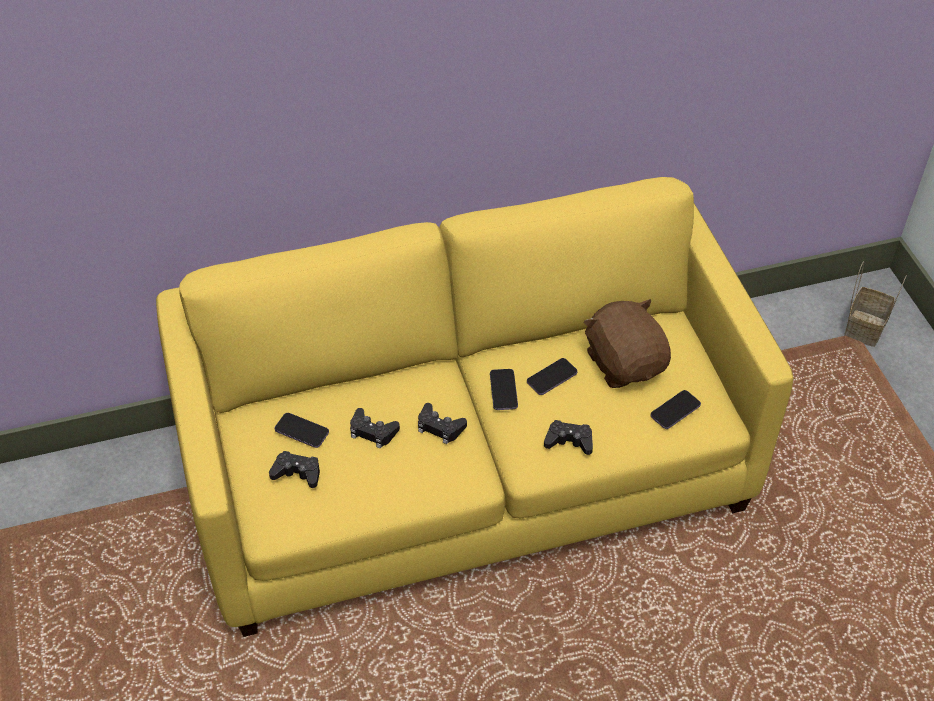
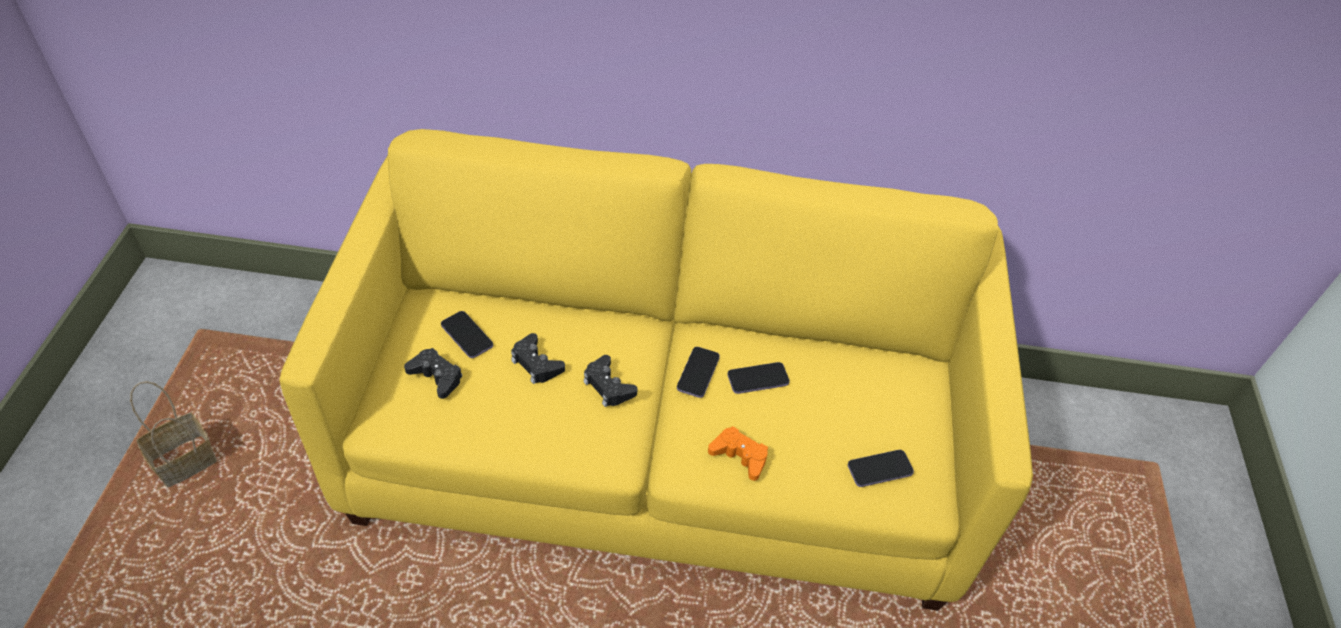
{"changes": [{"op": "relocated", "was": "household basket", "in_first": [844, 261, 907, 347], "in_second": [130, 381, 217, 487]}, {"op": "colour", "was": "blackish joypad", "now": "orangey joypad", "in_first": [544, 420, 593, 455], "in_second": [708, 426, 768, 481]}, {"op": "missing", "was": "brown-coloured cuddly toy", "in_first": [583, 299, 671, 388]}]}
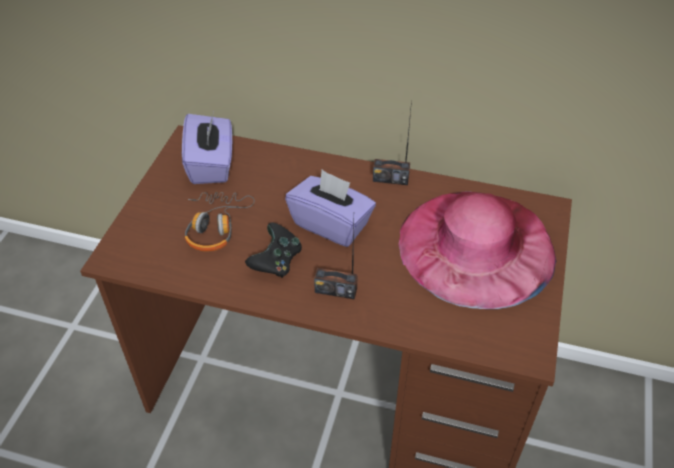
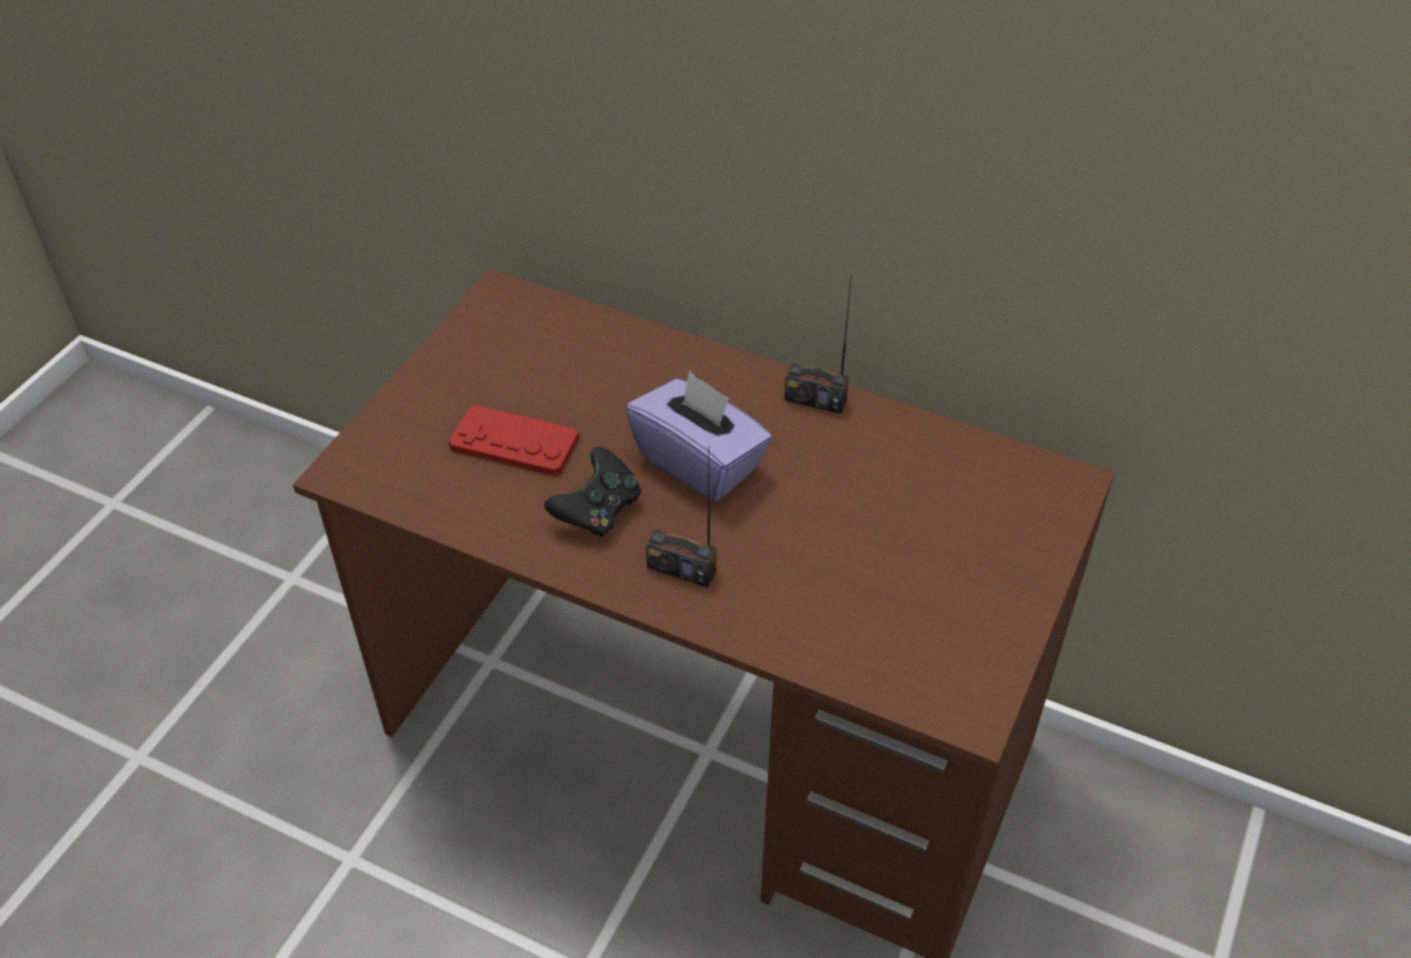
{"changes": [{"op": "exchanged", "was": "headset", "now": "red joypad", "in_first": [185, 192, 255, 251], "in_second": [449, 405, 579, 476]}, {"op": "missing", "was": "purple tissue holder", "in_first": [182, 112, 232, 184]}, {"op": "missing", "was": "pinkish clothing hat", "in_first": [398, 191, 556, 309]}]}
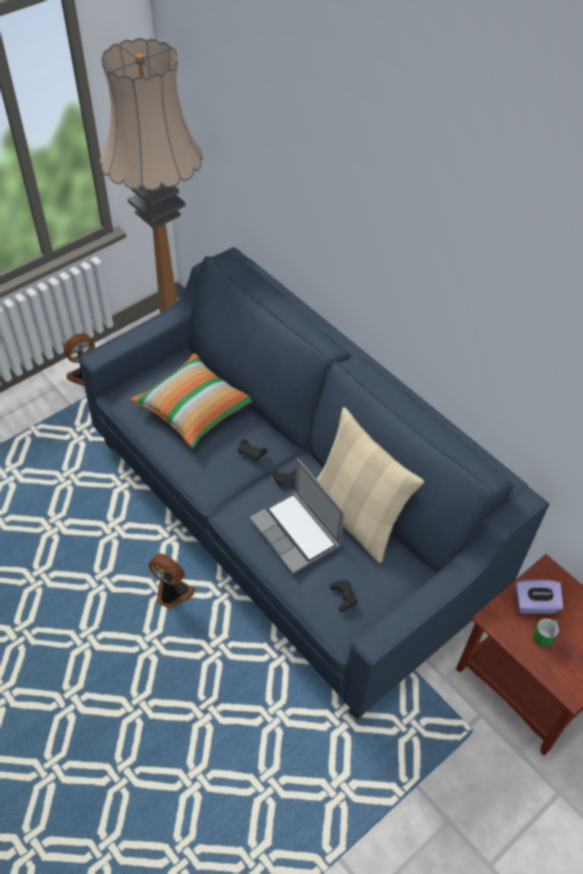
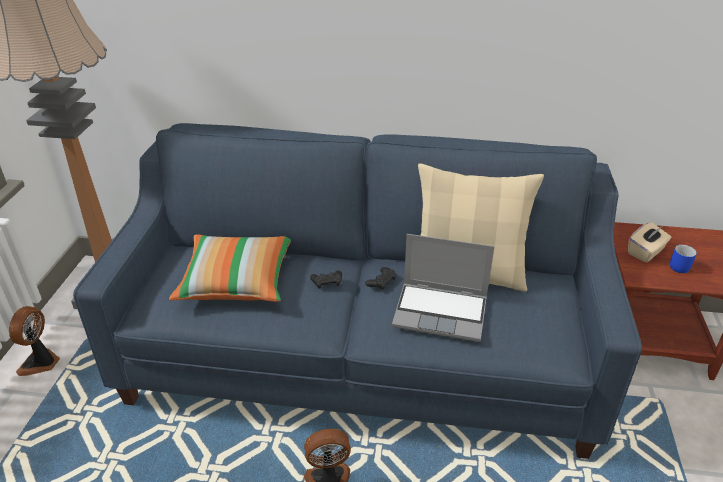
{"changes": [{"op": "colour", "was": "purple tissue holder", "now": "sand-coloured tissue holder", "in_first": [516, 580, 563, 614], "in_second": [628, 222, 671, 262]}, {"op": "colour", "was": "greenish mug", "now": "blue mug", "in_first": [533, 618, 559, 647], "in_second": [670, 245, 697, 273]}, {"op": "missing", "was": "blackish joypad", "in_first": [330, 580, 358, 612]}]}
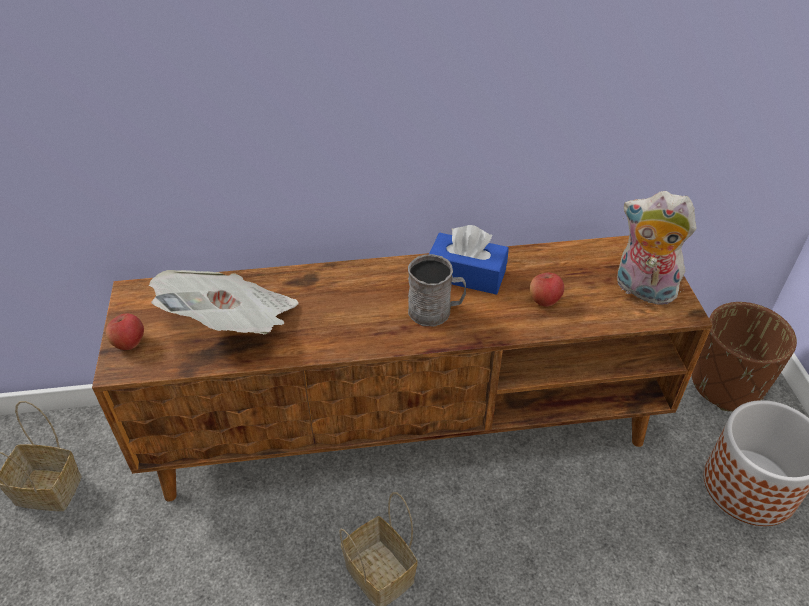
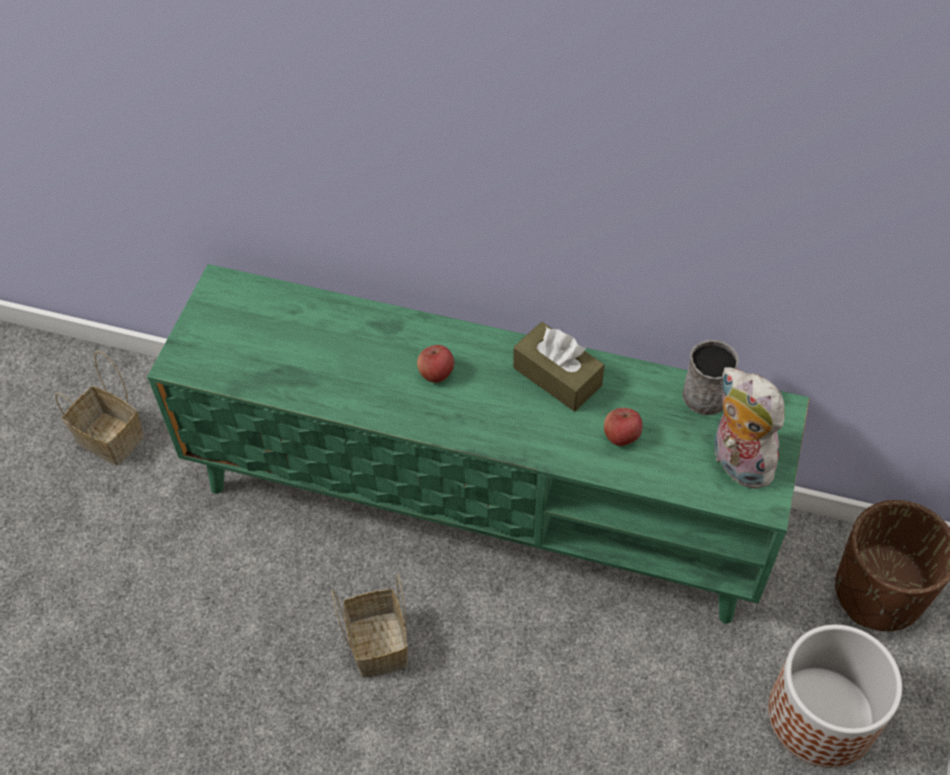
{"changes": [{"op": "colour", "was": "brown-coloured media console", "now": "greenish media console", "in_first": [92, 236, 713, 502], "in_second": [147, 264, 810, 624]}, {"op": "relocated", "was": "apple", "in_first": [106, 314, 144, 350], "in_second": [417, 345, 454, 383]}, {"op": "colour", "was": "blue tissue holder", "now": "brown-coloured tissue holder", "in_first": [429, 225, 509, 295], "in_second": [513, 322, 605, 411]}, {"op": "relocated", "was": "grey mug", "in_first": [408, 254, 466, 326], "in_second": [682, 340, 739, 415]}, {"op": "missing", "was": "newspaper", "in_first": [149, 270, 298, 335]}]}
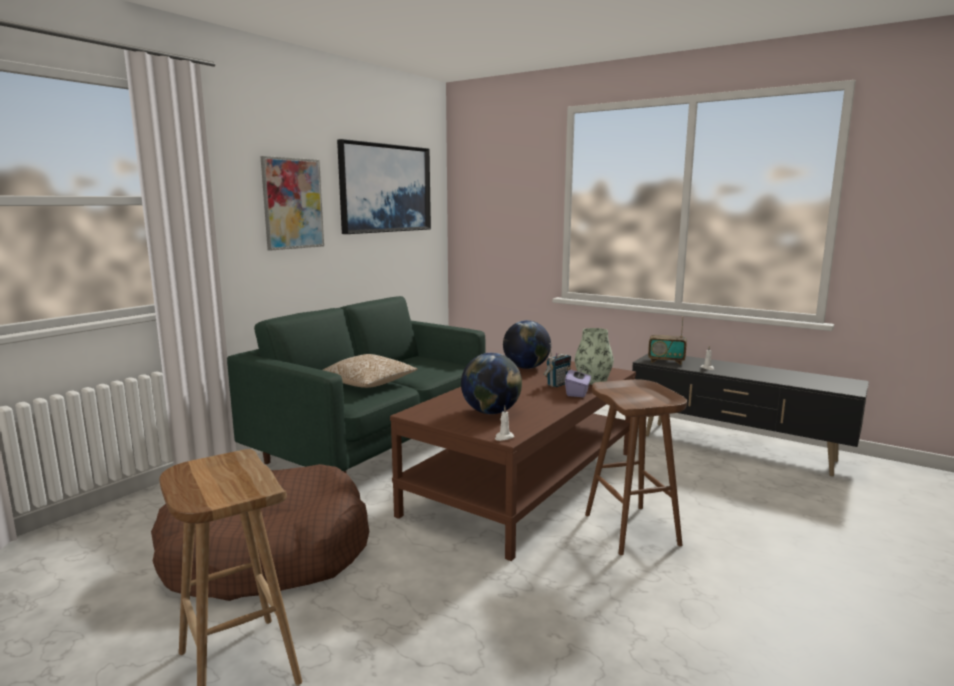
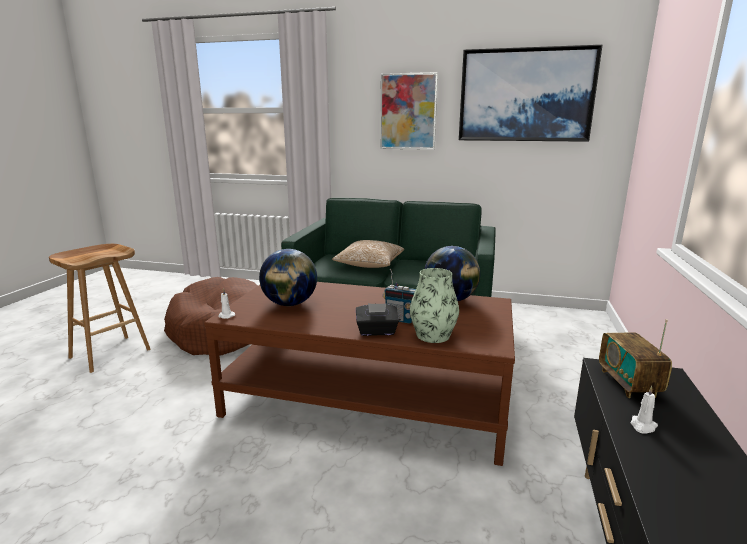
{"changes": [{"op": "colour", "was": "purple tissue holder", "now": "blackish tissue holder", "in_first": [565, 366, 591, 397], "in_second": [356, 303, 399, 336]}, {"op": "missing", "was": "brown-coloured stool", "in_first": [585, 379, 687, 555]}]}
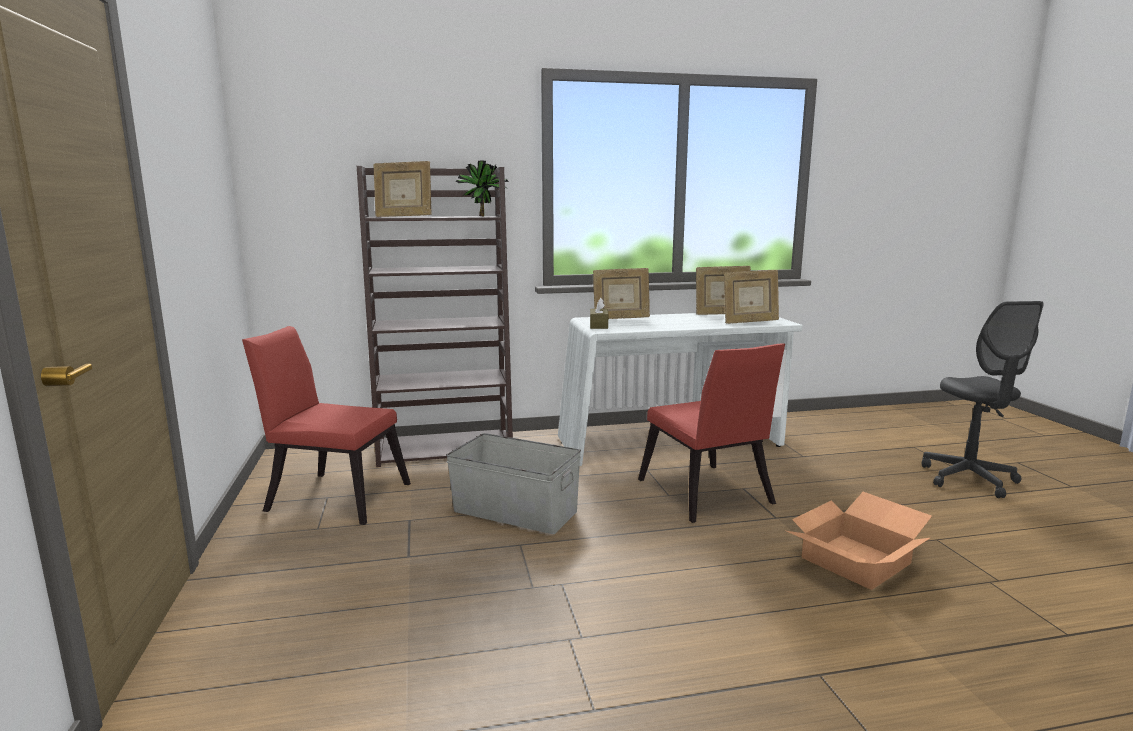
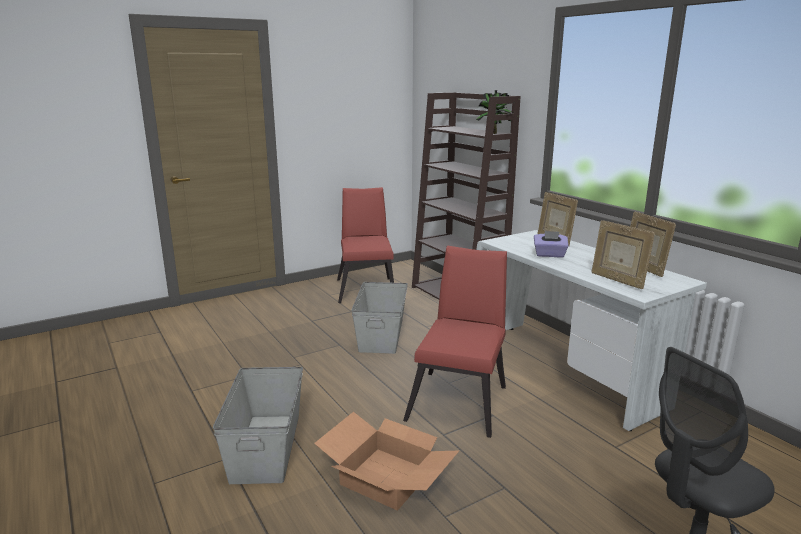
{"changes": [{"op": "appeared", "now": "grey storage box", "in_second": [213, 367, 303, 484]}, {"op": "spun", "was": "red chair", "in_first": [638, 343, 785, 523], "in_second": [403, 246, 507, 438], "clockwise": 150}, {"op": "appeared", "now": "purple tissue holder", "in_second": [534, 231, 569, 258]}, {"op": "missing", "was": "picture frame", "in_first": [373, 161, 432, 217]}, {"op": "missing", "was": "brown-coloured tissue holder", "in_first": [590, 298, 608, 329]}]}
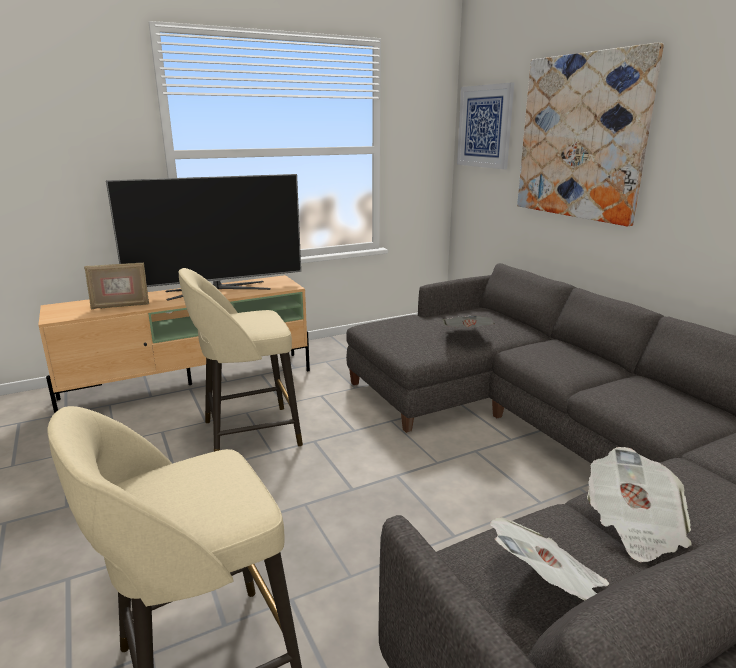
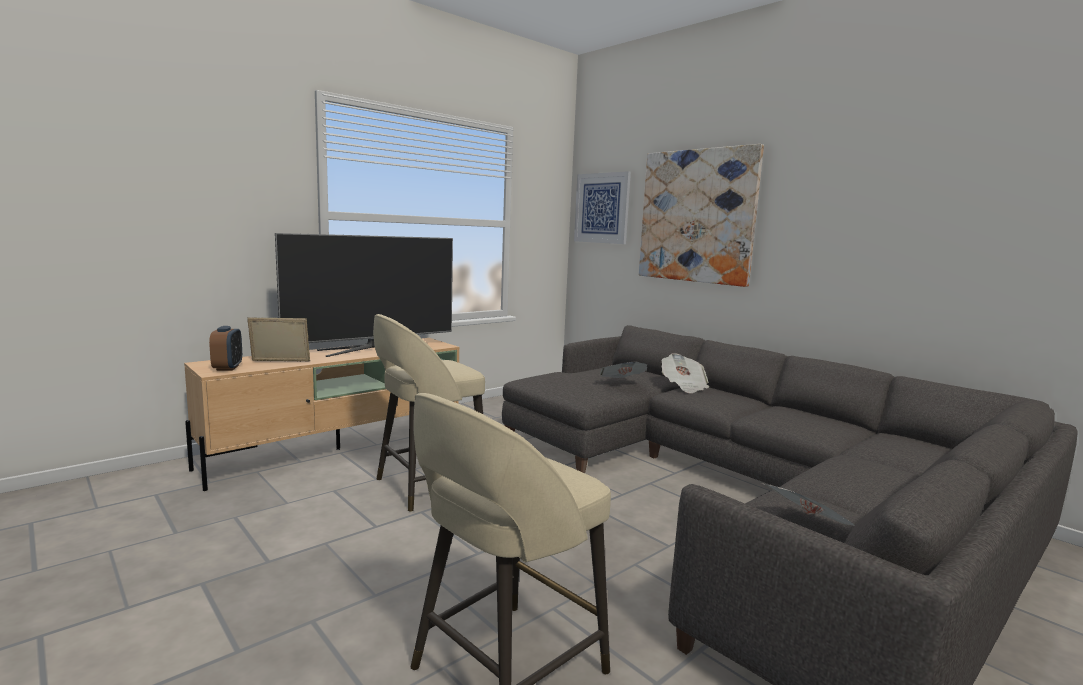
{"changes": [{"op": "appeared", "now": "alarm clock", "in_second": [209, 326, 242, 371]}, {"op": "spun", "was": "picture frame", "in_first": [84, 262, 149, 310], "in_second": [248, 317, 310, 362], "clockwise": -150}, {"op": "relocated", "was": "newspaper", "in_first": [587, 447, 691, 562], "in_second": [661, 353, 709, 393]}]}
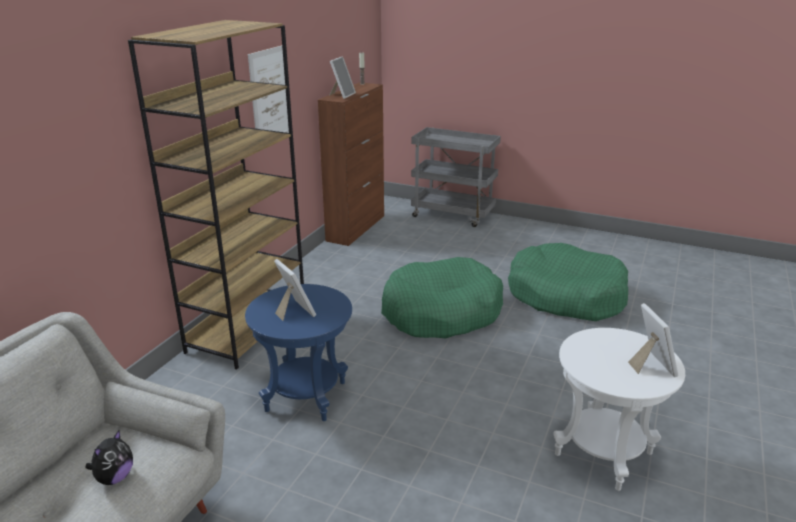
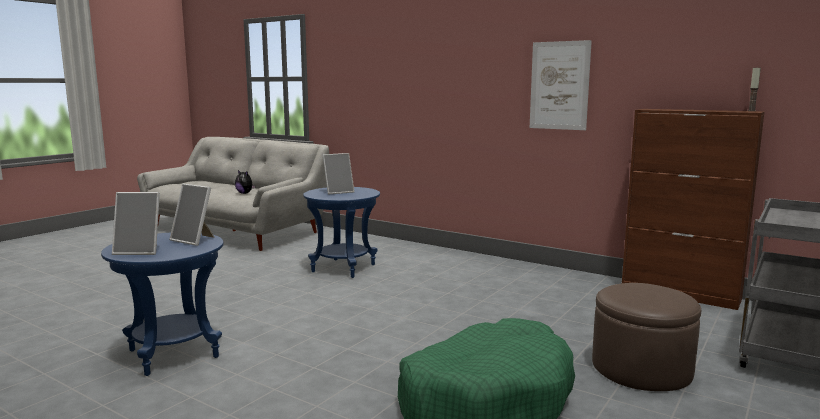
{"changes": [{"op": "colour", "was": "white side table", "now": "blue side table", "in_first": [553, 328, 685, 491], "in_second": [101, 232, 224, 376]}, {"op": "relocated", "was": "picture frame", "in_first": [329, 56, 356, 99], "in_second": [170, 184, 215, 246]}, {"op": "appeared", "now": "brown-coloured ottoman", "in_second": [592, 283, 701, 391]}, {"op": "missing", "was": "brown-coloured bookcase", "in_first": [128, 20, 304, 370]}, {"op": "missing", "was": "greenish dog cushion", "in_first": [381, 257, 503, 338]}]}
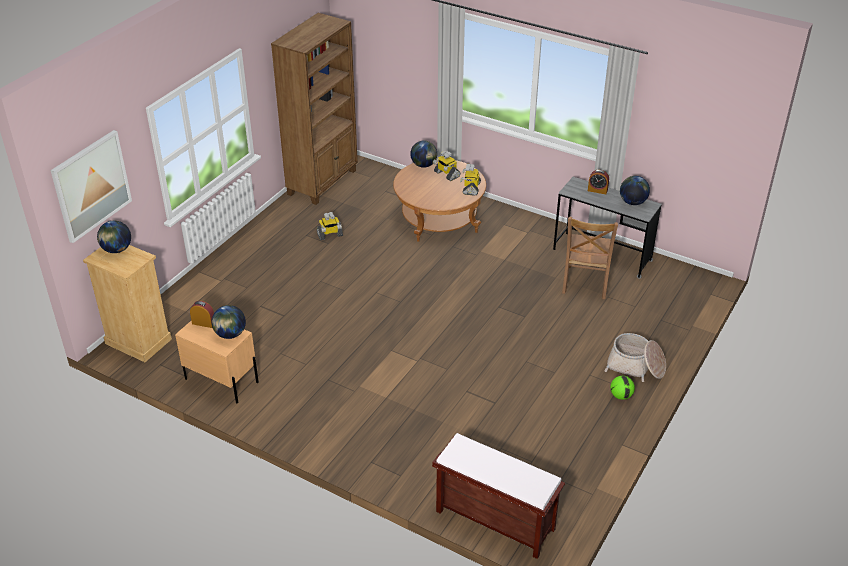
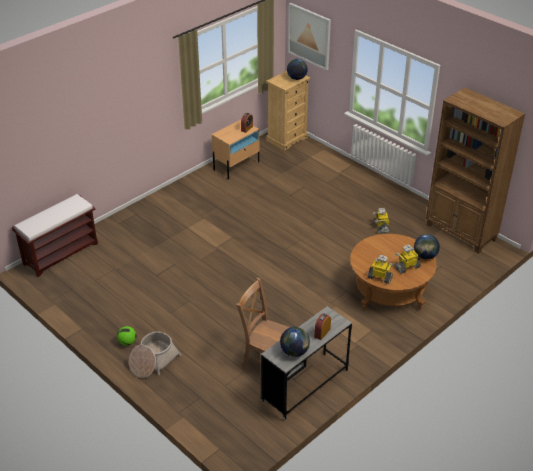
{"changes": [{"op": "missing", "was": "desk globe", "in_first": [212, 305, 246, 339]}]}
